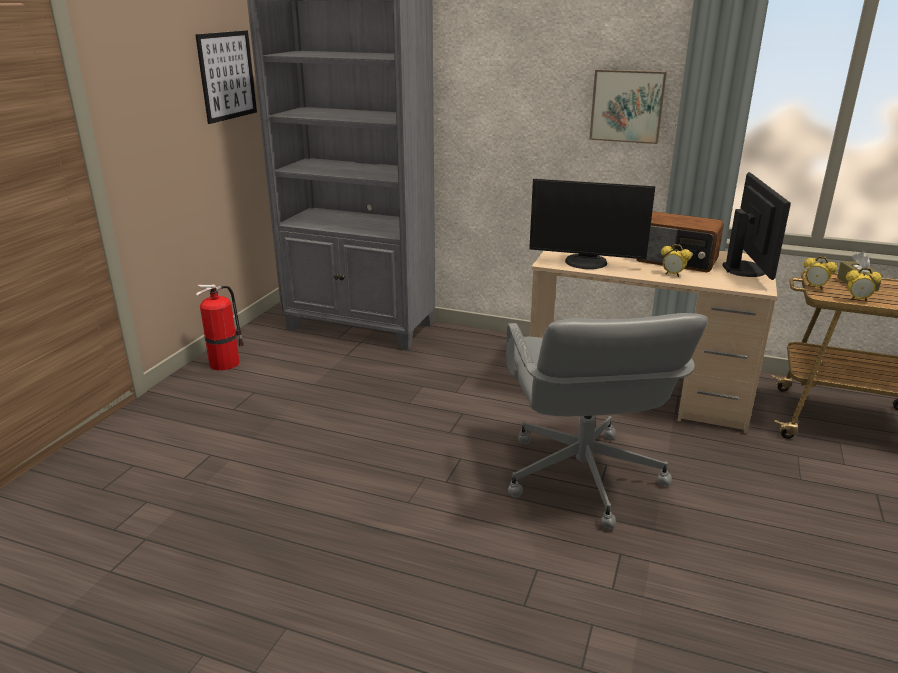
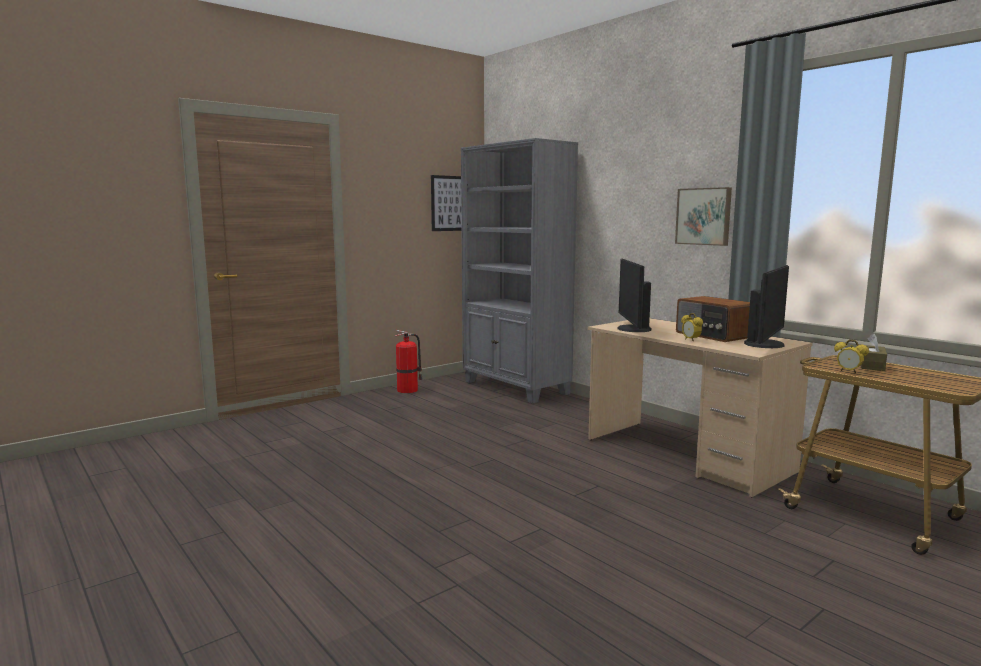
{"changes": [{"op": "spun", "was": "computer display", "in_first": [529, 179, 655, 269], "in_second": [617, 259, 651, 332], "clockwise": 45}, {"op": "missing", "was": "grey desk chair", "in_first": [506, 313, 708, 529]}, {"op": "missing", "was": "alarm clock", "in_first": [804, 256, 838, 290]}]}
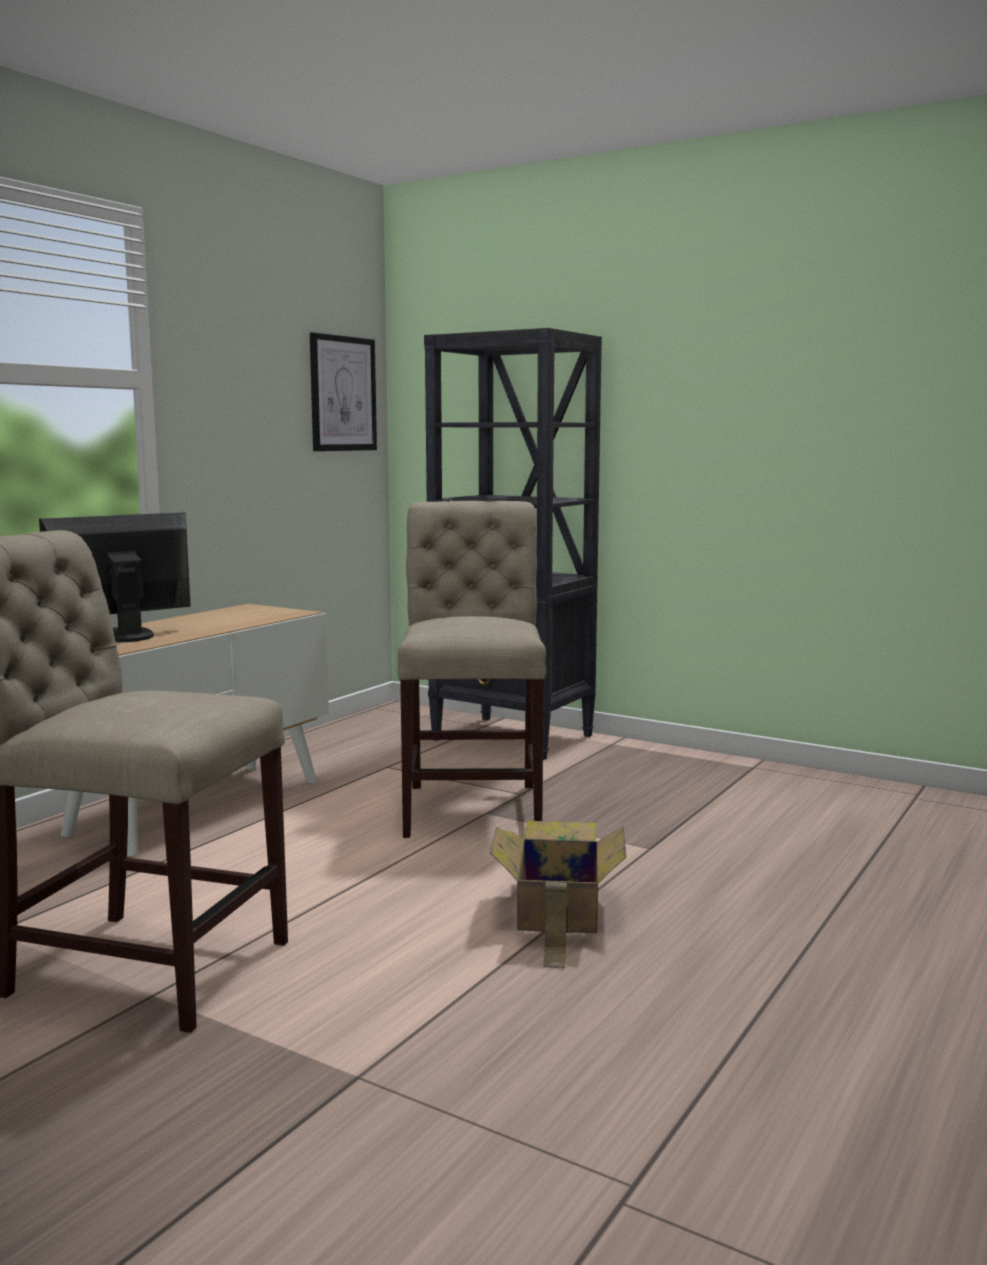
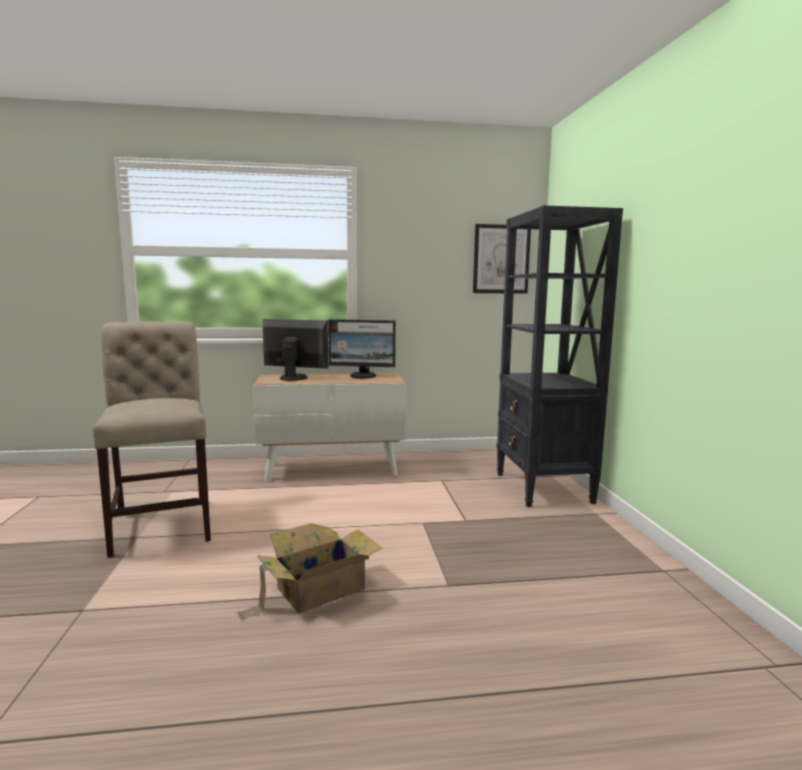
{"changes": [{"op": "appeared", "now": "computer display", "in_second": [328, 319, 396, 379]}, {"op": "missing", "was": "sand-coloured chair", "in_first": [398, 501, 546, 838]}]}
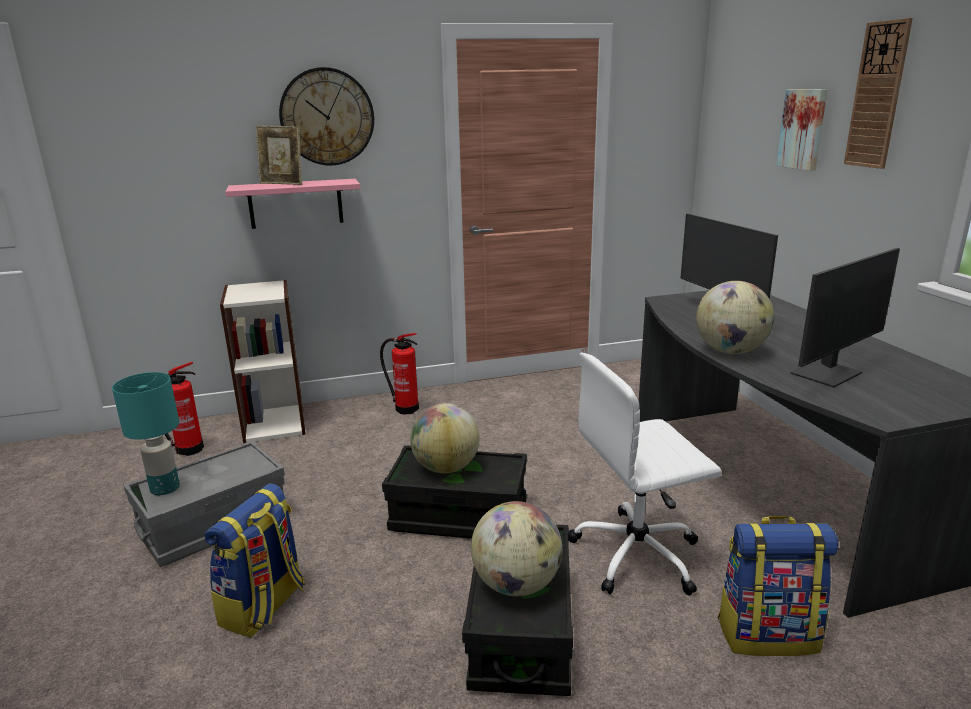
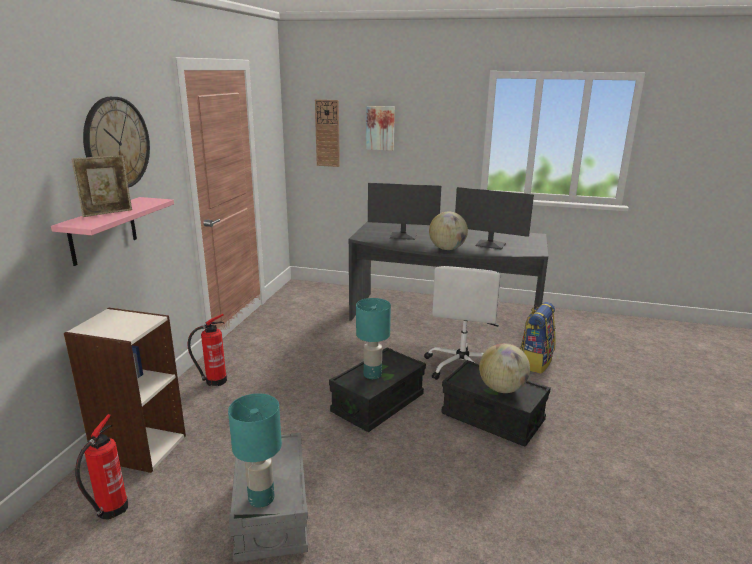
{"changes": [{"op": "relocated", "was": "wall clock", "in_first": [844, 18, 913, 169], "in_second": [315, 99, 340, 167]}, {"op": "exchanged", "was": "desk globe", "now": "turquoise-coloured tabletop lamp", "in_first": [410, 403, 480, 473], "in_second": [356, 298, 391, 379]}, {"op": "spun", "was": "computer display", "in_first": [790, 248, 900, 387], "in_second": [455, 187, 534, 249], "clockwise": 120}, {"op": "missing", "was": "rucksack", "in_first": [205, 483, 305, 638]}]}
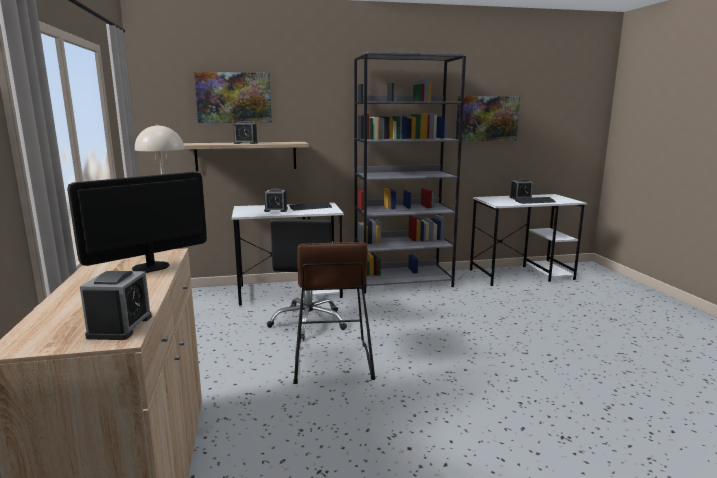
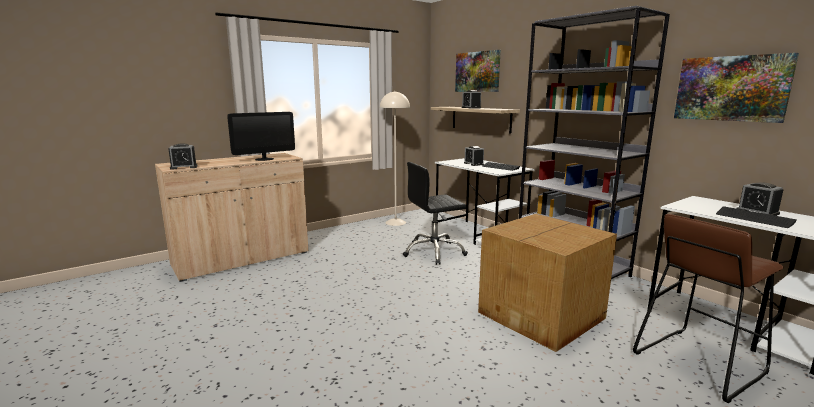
{"changes": [{"op": "spun", "was": "computer display", "in_first": [67, 172, 207, 273], "in_second": [227, 112, 295, 161], "clockwise": 120}, {"op": "appeared", "now": "packing box", "in_second": [478, 214, 617, 352]}, {"op": "relocated", "was": "brown-coloured stool", "in_first": [293, 242, 375, 384], "in_second": [633, 214, 784, 403]}]}
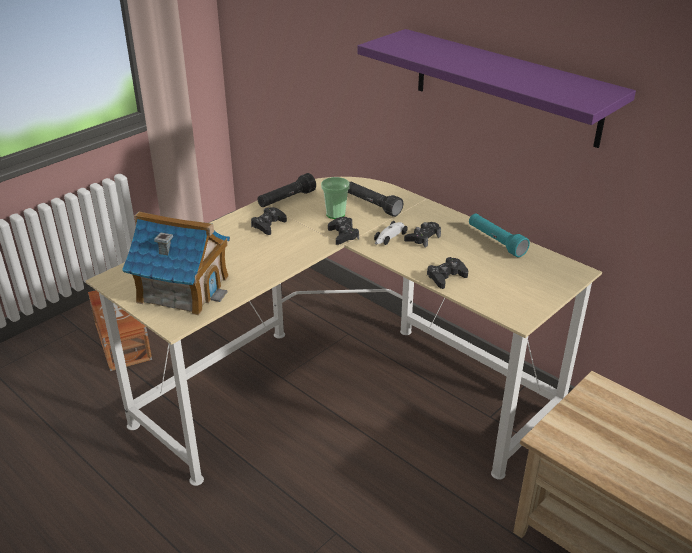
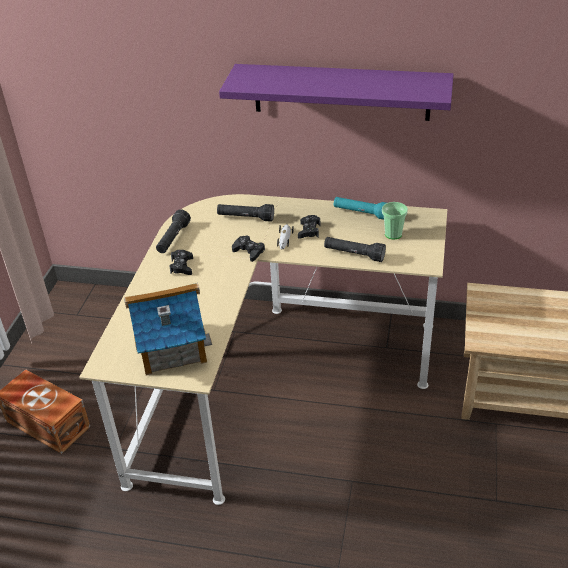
{"changes": [{"op": "exchanged", "was": "blackish joypad", "now": "blackish torch", "in_first": [427, 257, 468, 289], "in_second": [324, 237, 386, 262]}, {"op": "relocated", "was": "cup", "in_first": [321, 177, 350, 219], "in_second": [382, 202, 408, 239]}]}
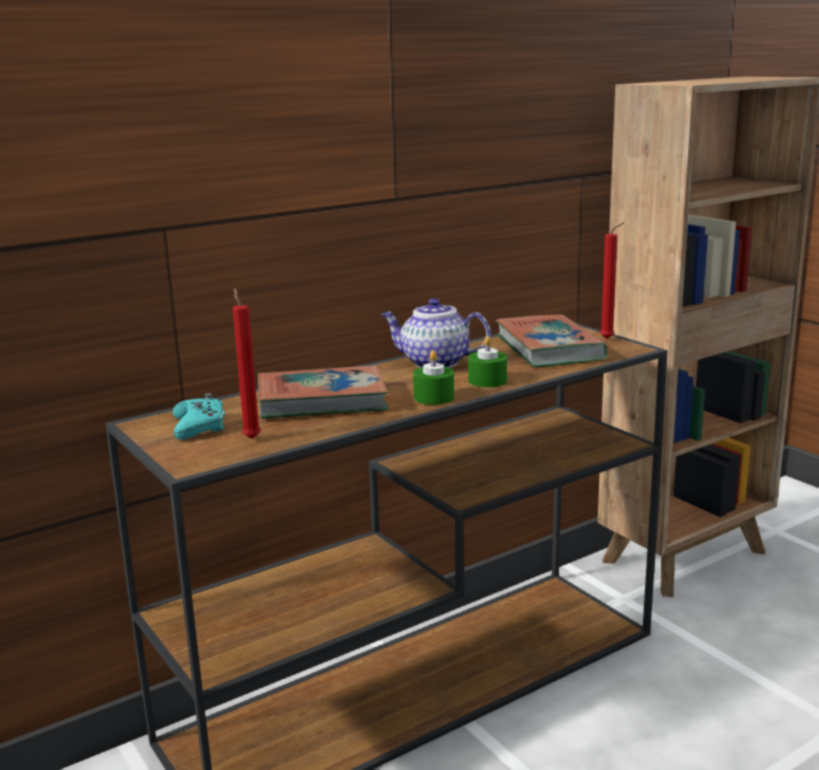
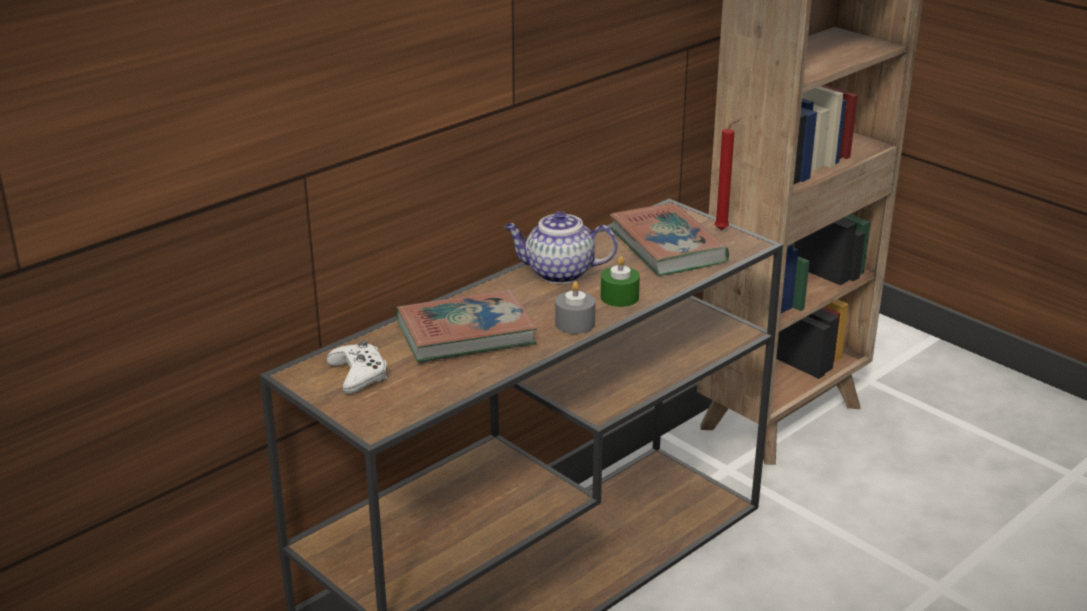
{"changes": [{"op": "colour", "was": "turquoise-coloured joypad", "now": "white joypad", "in_first": [172, 393, 225, 440], "in_second": [327, 340, 387, 394]}, {"op": "colour", "was": "greenish candle", "now": "grey candle", "in_first": [413, 351, 454, 405], "in_second": [555, 281, 595, 334]}, {"op": "missing", "was": "red candle", "in_first": [233, 288, 261, 439]}]}
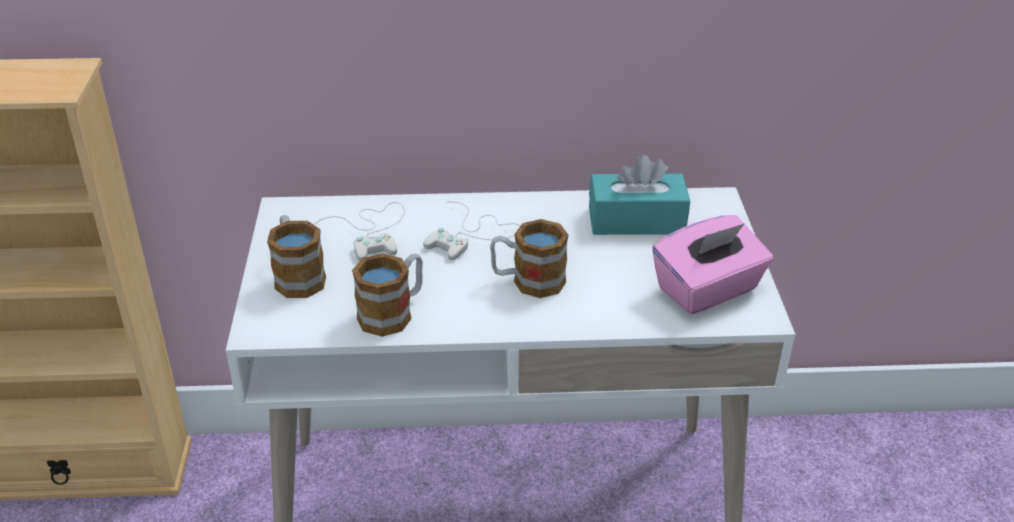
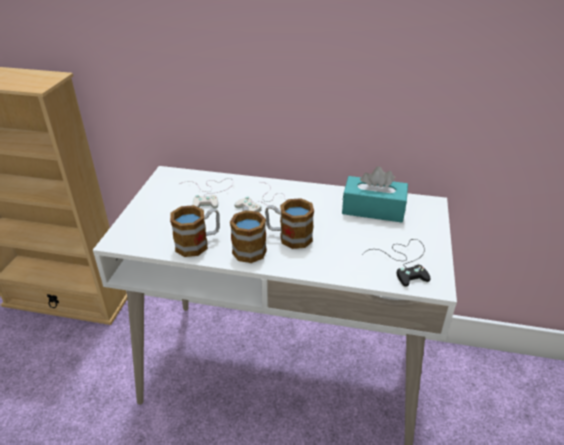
{"changes": [{"op": "relocated", "was": "mug", "in_first": [267, 215, 326, 298], "in_second": [230, 206, 267, 263]}, {"op": "exchanged", "was": "pinkish tissue holder", "now": "blackish joypad", "in_first": [652, 215, 773, 314], "in_second": [362, 239, 431, 287]}]}
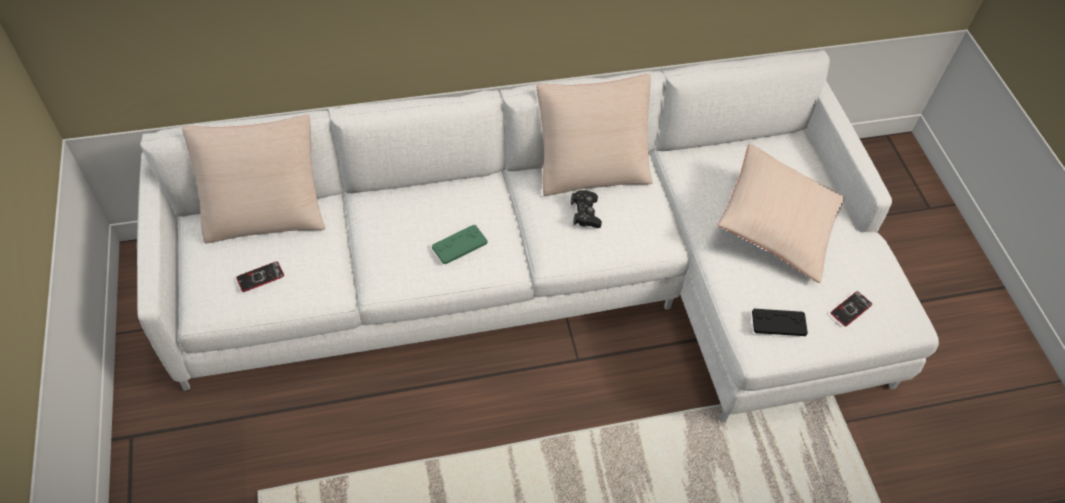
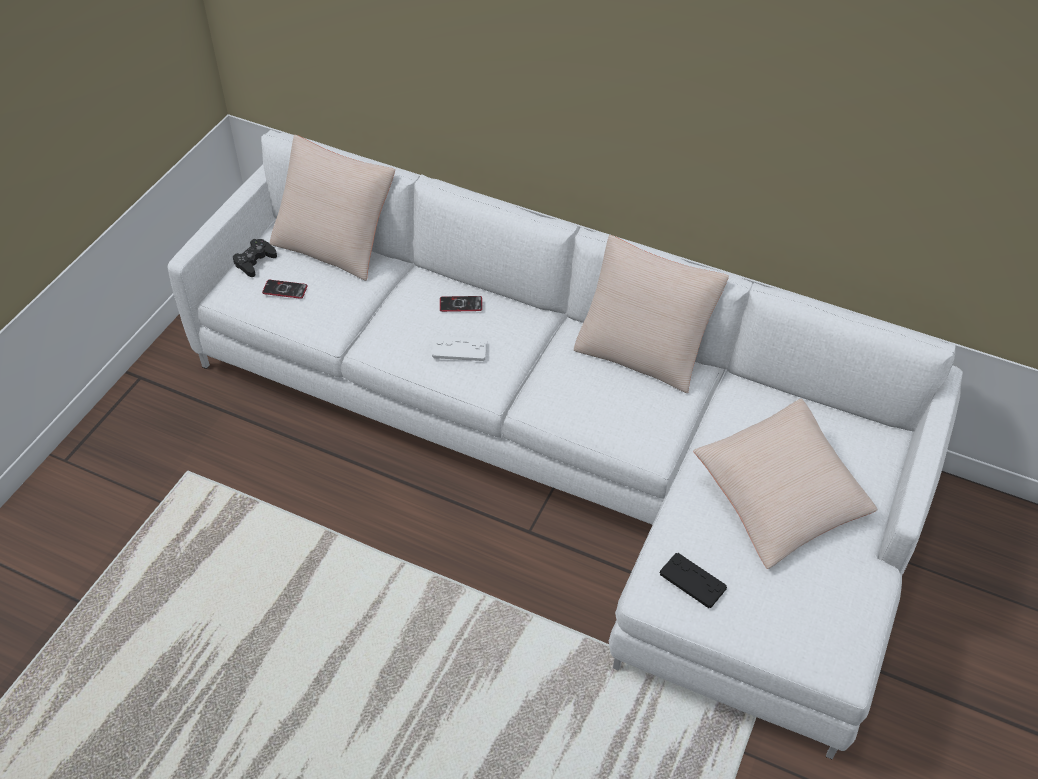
{"changes": [{"op": "relocated", "was": "blackish joypad", "in_first": [571, 190, 602, 228], "in_second": [233, 239, 277, 277]}, {"op": "colour", "was": "greenish joypad", "now": "white joypad", "in_first": [432, 225, 487, 265], "in_second": [432, 336, 487, 361]}, {"op": "relocated", "was": "telephone", "in_first": [831, 291, 872, 326], "in_second": [440, 296, 482, 312]}]}
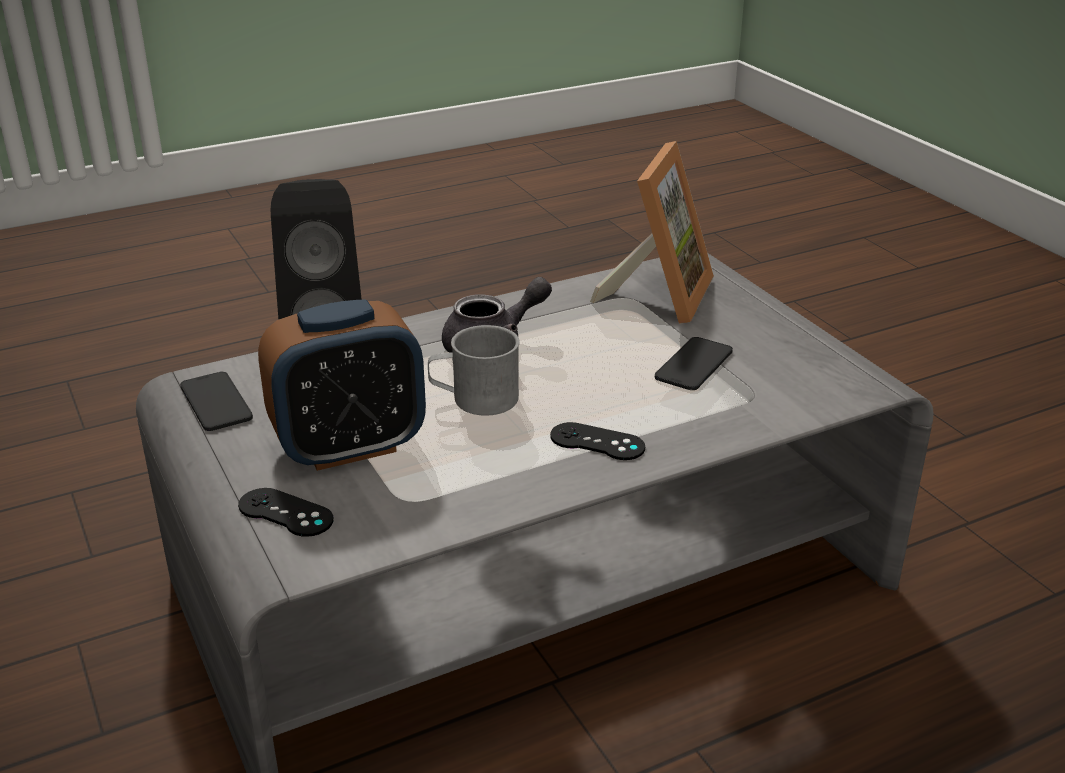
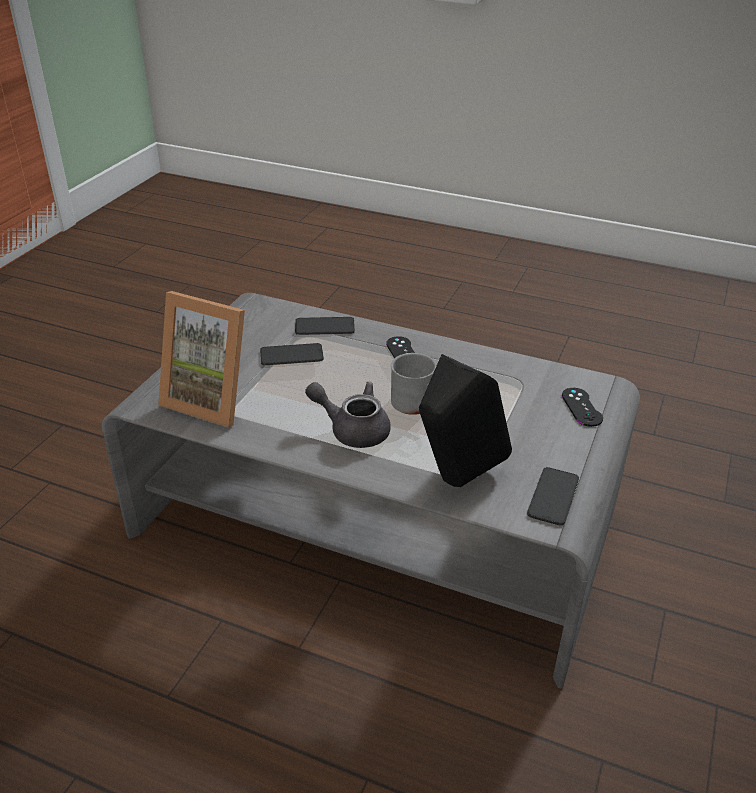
{"changes": [{"op": "spun", "was": "picture frame", "in_first": [590, 141, 714, 324], "in_second": [158, 291, 245, 428], "clockwise": -135}, {"op": "appeared", "now": "telephone", "in_second": [295, 317, 355, 335]}, {"op": "missing", "was": "alarm clock", "in_first": [258, 299, 426, 471]}]}
